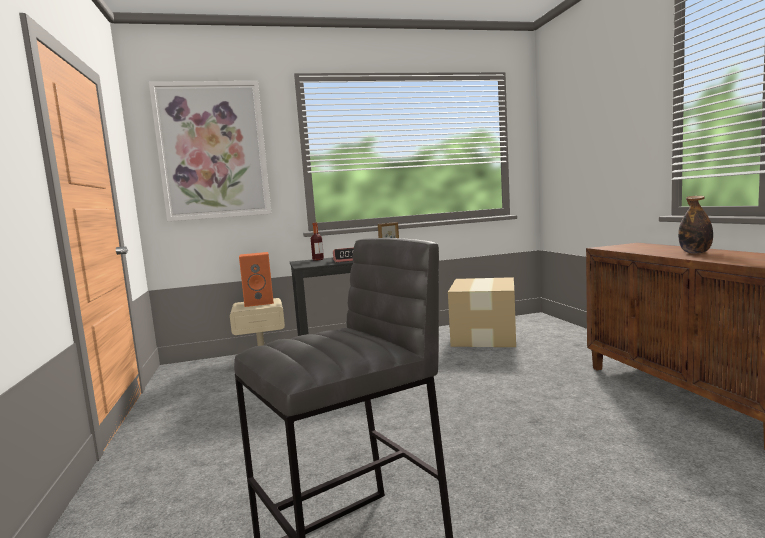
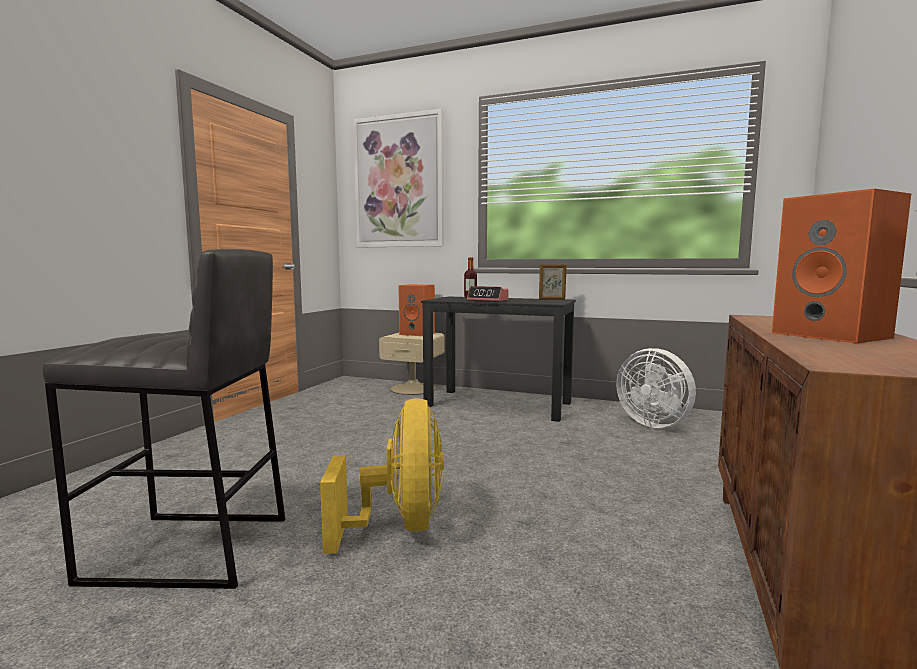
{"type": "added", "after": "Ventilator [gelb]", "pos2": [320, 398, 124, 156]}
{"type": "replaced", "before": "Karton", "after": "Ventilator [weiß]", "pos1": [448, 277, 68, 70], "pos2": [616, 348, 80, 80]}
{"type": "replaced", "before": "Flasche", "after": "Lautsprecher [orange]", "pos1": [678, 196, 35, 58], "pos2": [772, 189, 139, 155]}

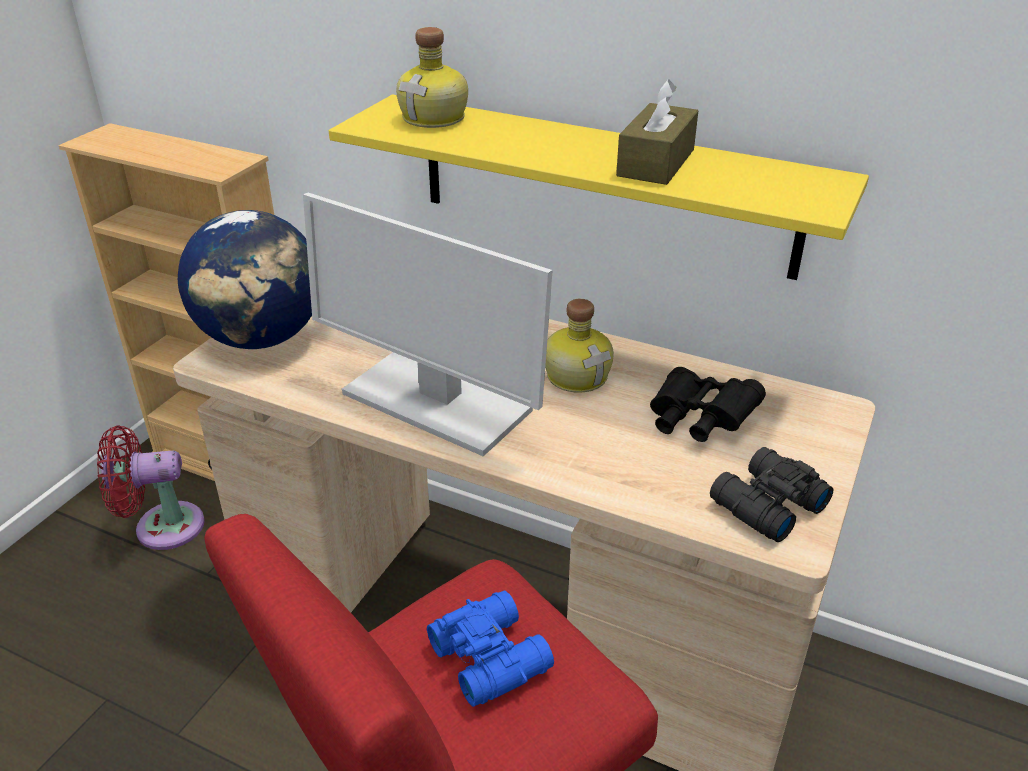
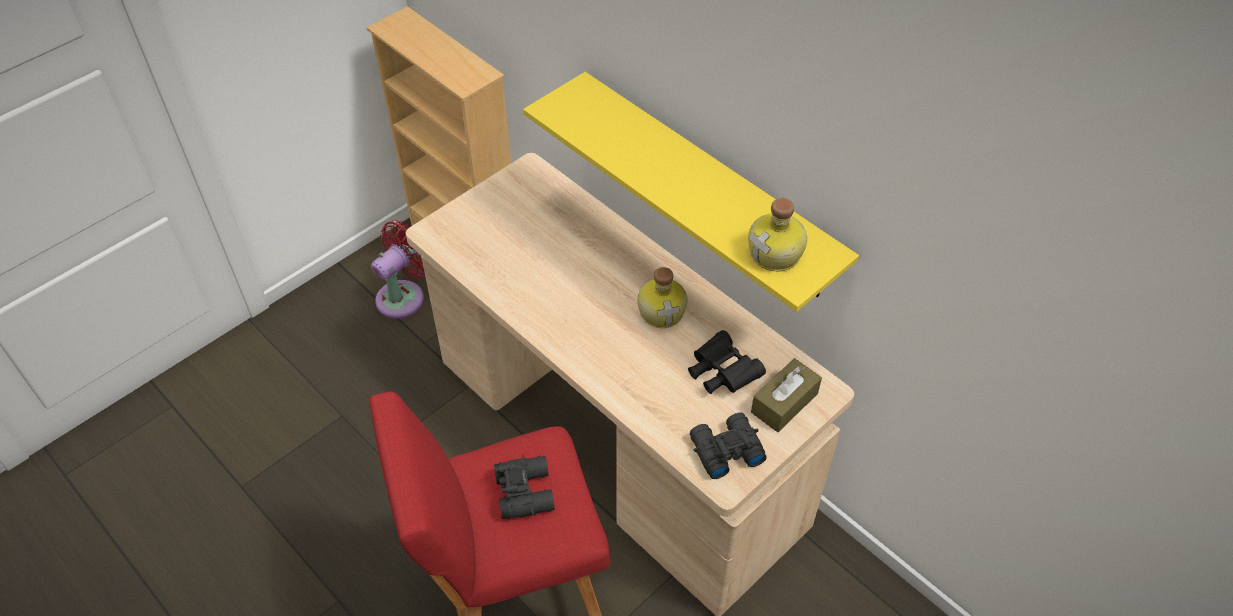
{"type": "removed", "before": "Globus", "pos1": [178, 210, 134, 139]}
{"type": "removed", "before": "Monitor", "pos1": [303, 193, 250, 263]}
{"type": "moved", "before": "Flasche", "pos1": [396, 27, 72, 101], "pos2": [748, 198, 59, 73]}
{"type": "moved", "before": "Taschentuchbox [braun]", "pos1": [616, 80, 82, 105], "pos2": [751, 358, 71, 74]}
{"type": "recoloured", "before": "Fernglas [blau]", "after": "Fernglas [schwarz]", "pos1": [427, 591, 127, 116], "pos2": [494, 455, 61, 64]}
{"type": "turned", "before": "Ventilator [rot]", "pos1": [97, 425, 108, 125], "pos2": [371, 220, 54, 99], "turn": 120}

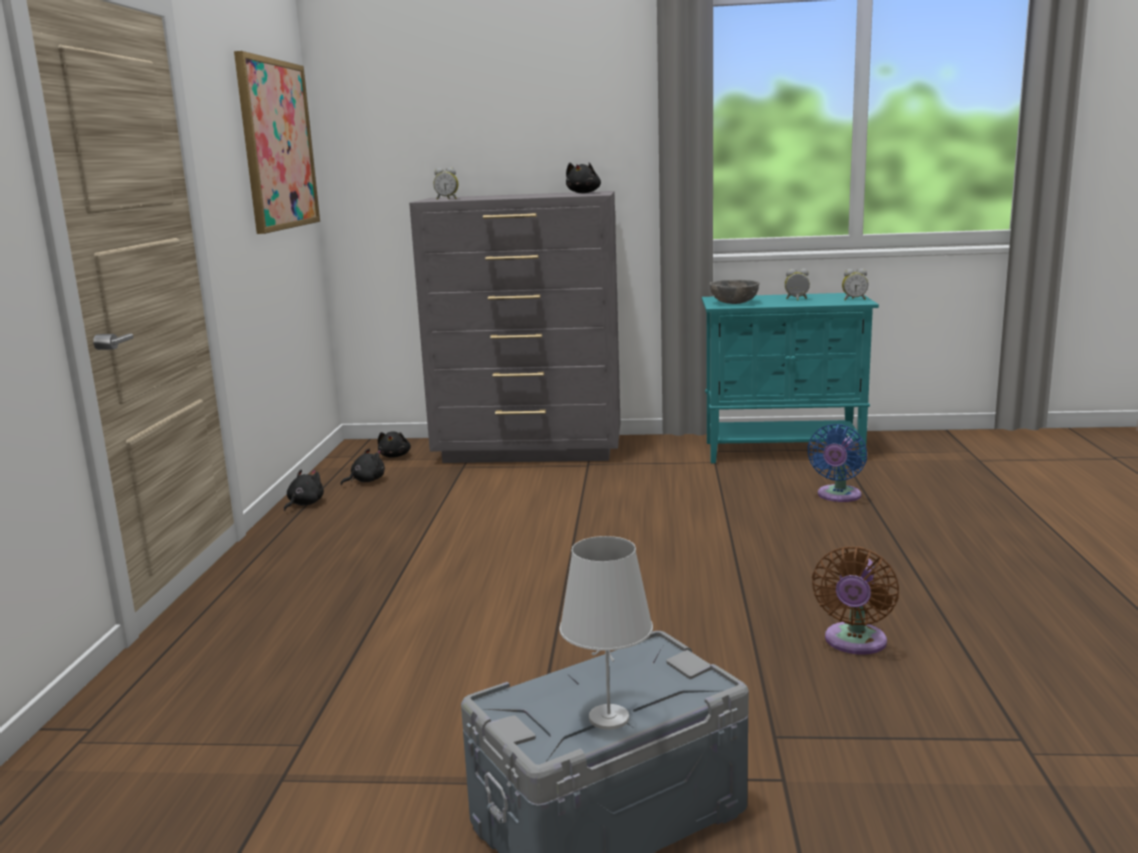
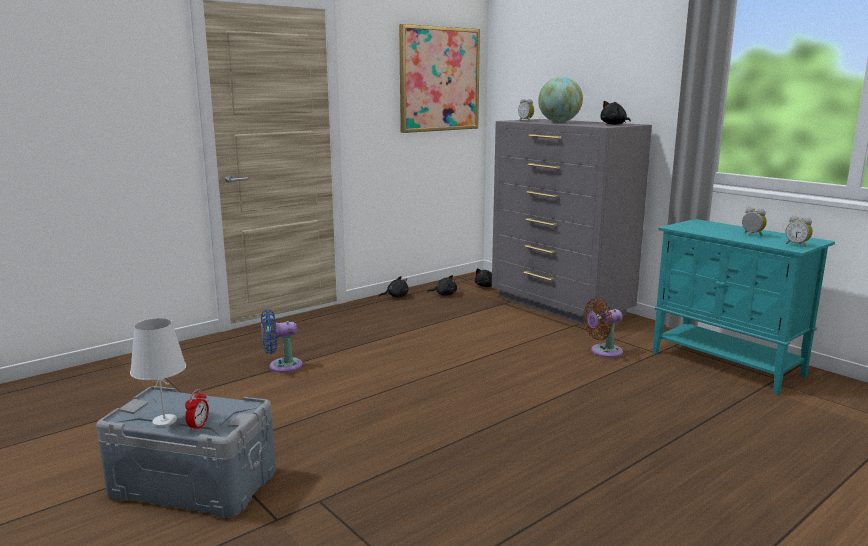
{"type": "removed", "before": "Schüssel [grau]", "pos1": [710, 280, 49, 24]}
{"type": "added", "after": "Wecker", "pos2": [185, 389, 24, 43]}
{"type": "added", "after": "Globus", "pos2": [538, 77, 45, 45]}
{"type": "moved", "before": "Ventilator [blau]", "pos1": [807, 424, 60, 78], "pos2": [261, 309, 42, 64]}
{"type": "moved", "before": "Ventilator [braun]", "pos1": [812, 546, 87, 109], "pos2": [583, 298, 40, 60]}

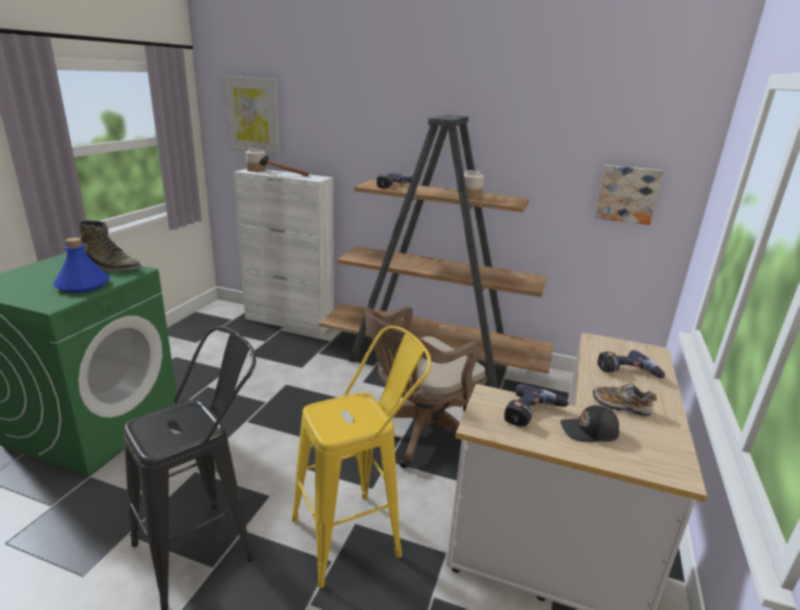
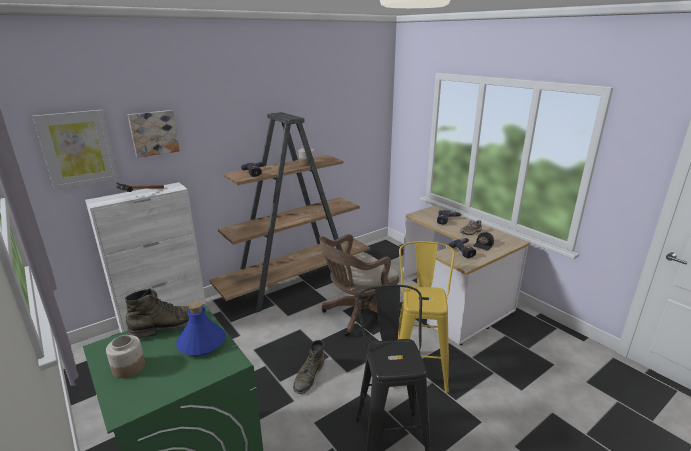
{"type": "added", "after": "Stiefel [grün]", "pos2": [293, 340, 31, 54]}
{"type": "moved", "before": "Vorratsglas", "pos1": [246, 148, 20, 24], "pos2": [106, 335, 39, 43]}
{"type": "moved", "before": "Bild", "pos1": [594, 165, 69, 60], "pos2": [128, 110, 52, 48]}
{"type": "turned", "before": "Bürostuhl [braun]", "pos1": [365, 306, 122, 162], "pos2": [319, 234, 80, 103], "turn": 60}

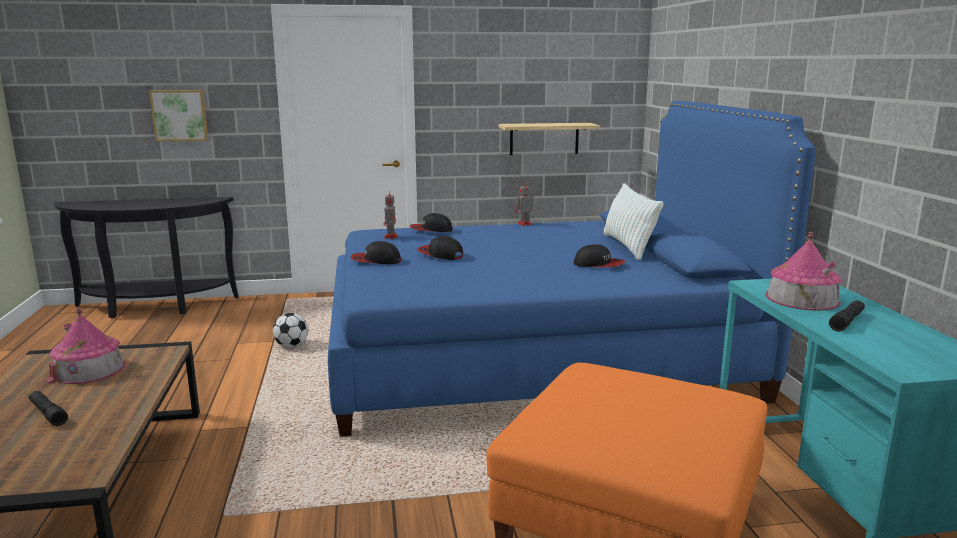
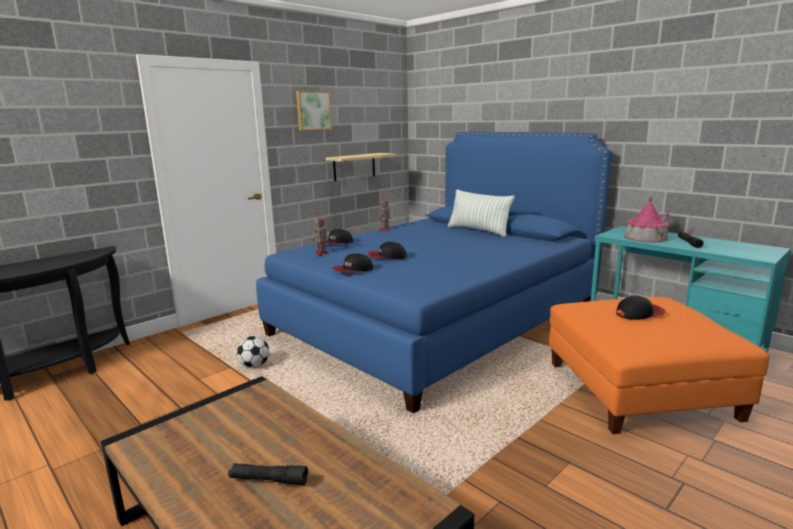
{"type": "removed", "before": "Spielzeughaus", "pos1": [45, 307, 80, 77]}
{"type": "moved", "before": "Bild", "pos1": [149, 90, 59, 51], "pos2": [296, 91, 36, 39]}
{"type": "moved", "before": "Kappe", "pos1": [574, 244, 51, 23], "pos2": [616, 296, 49, 24]}

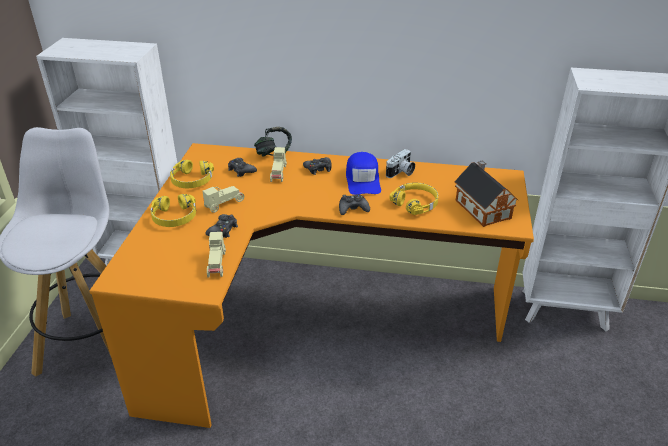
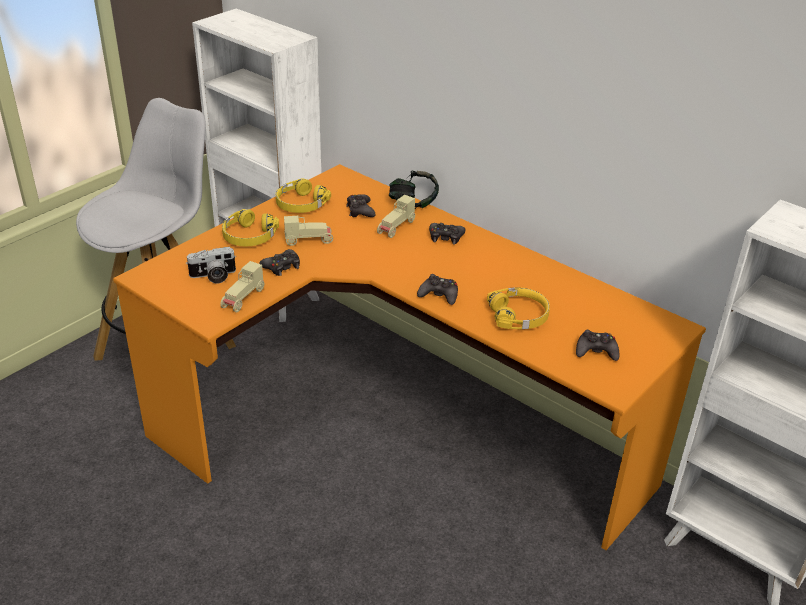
{"type": "removed", "before": "Kappe [blau]", "pos1": [346, 152, 35, 43]}
{"type": "moved", "before": "Kamera", "pos1": [386, 149, 29, 29], "pos2": [186, 247, 50, 36]}
{"type": "replaced", "before": "Spielzeughaus", "after": "Gamepad [schwarz]", "pos1": [455, 160, 64, 67], "pos2": [576, 330, 44, 31]}

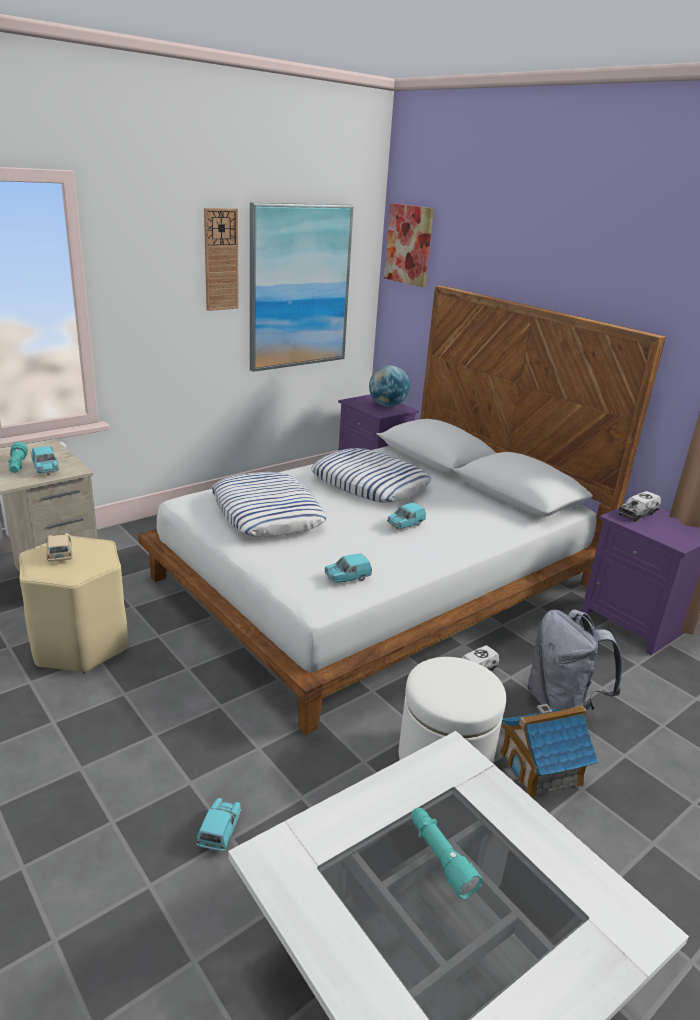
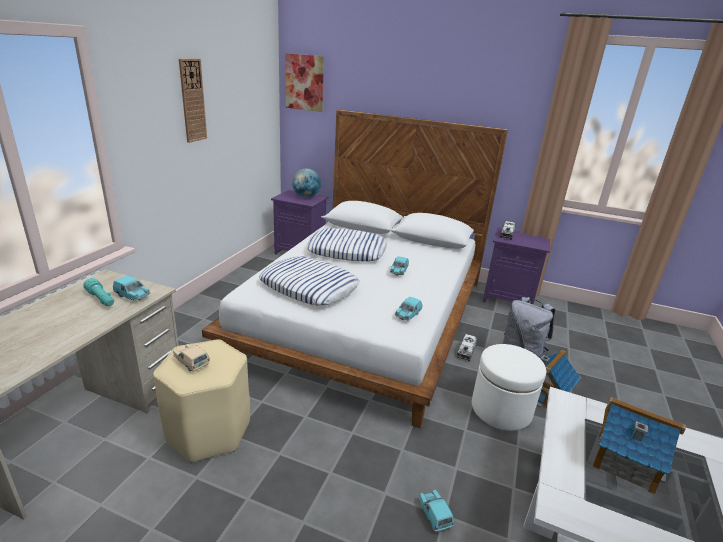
{"type": "removed", "before": "Bild", "pos1": [250, 203, 104, 169]}
{"type": "replaced", "before": "Taschenlampe [türkis]", "after": "Spielzeughaus", "pos1": [411, 808, 72, 91], "pos2": [593, 397, 93, 98]}

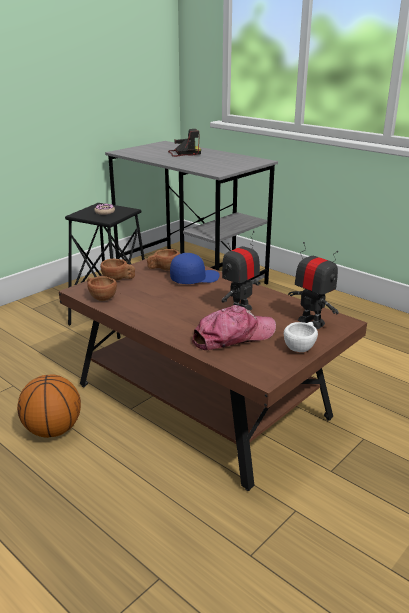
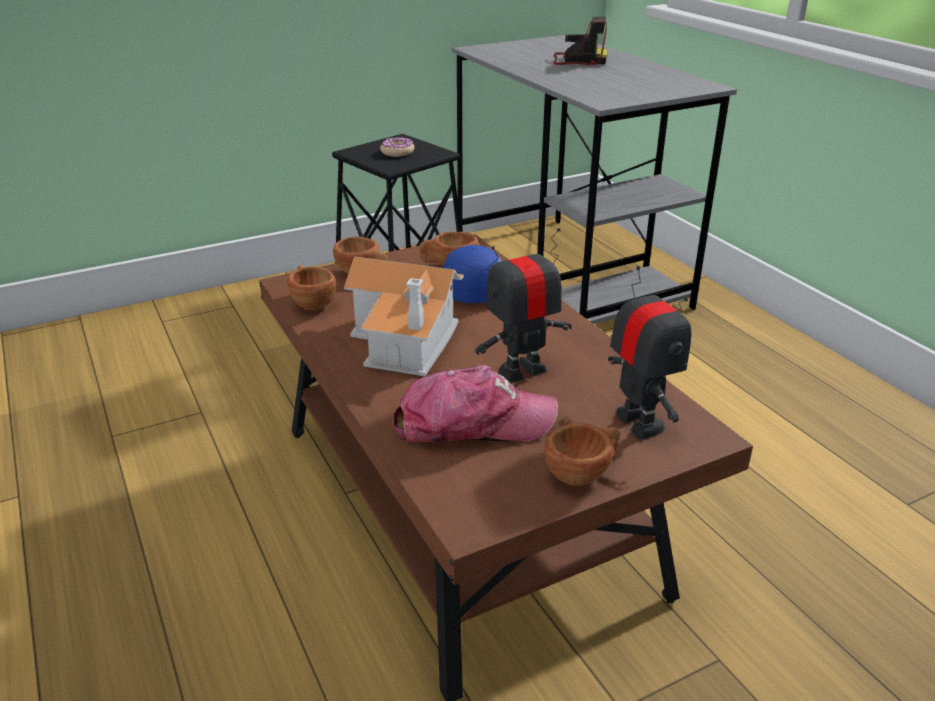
{"type": "removed", "before": "Basketball", "pos1": [17, 374, 64, 64]}
{"type": "added", "after": "Spielzeughaus", "pos2": [344, 256, 120, 120]}
{"type": "recoloured", "before": "Tasse [weiß]", "after": "Tasse [braun]", "pos1": [284, 322, 34, 30], "pos2": [544, 423, 75, 63]}

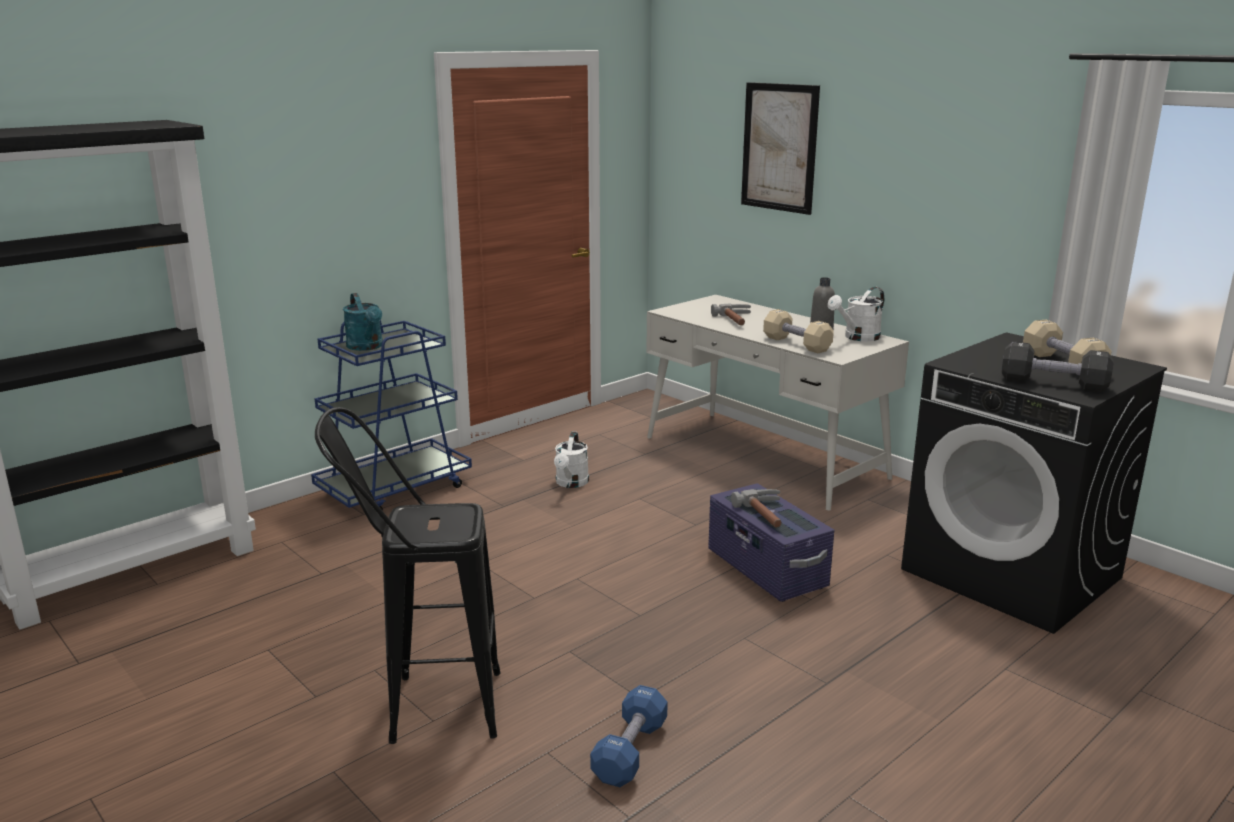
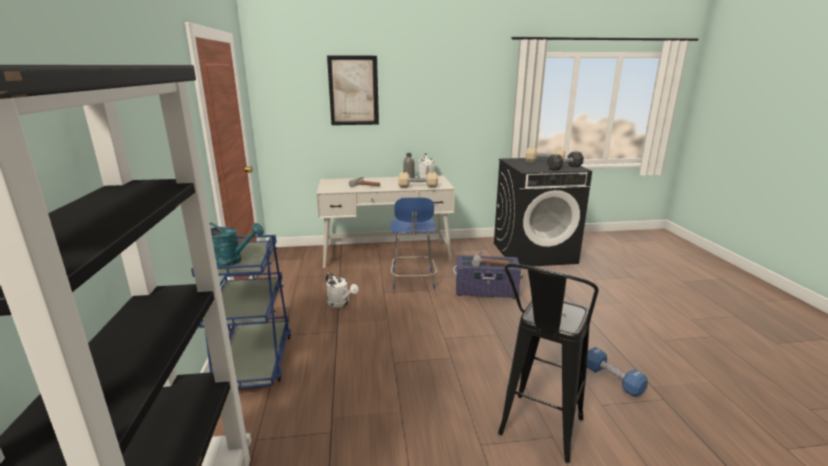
{"type": "added", "after": "Stuhl [blau]", "pos2": [391, 197, 46, 93]}

